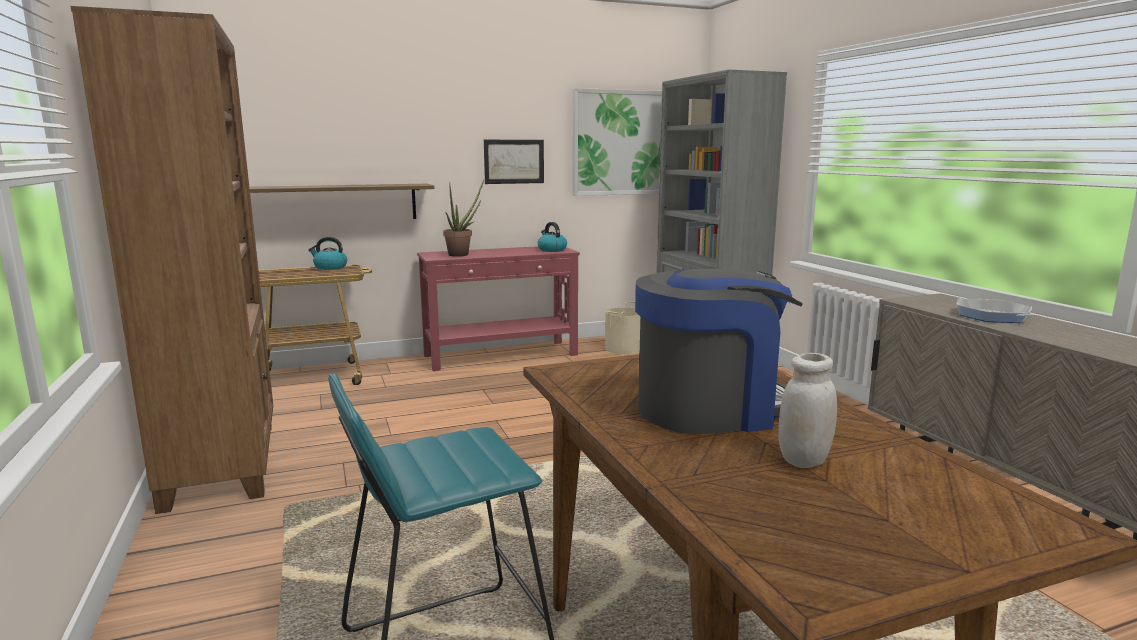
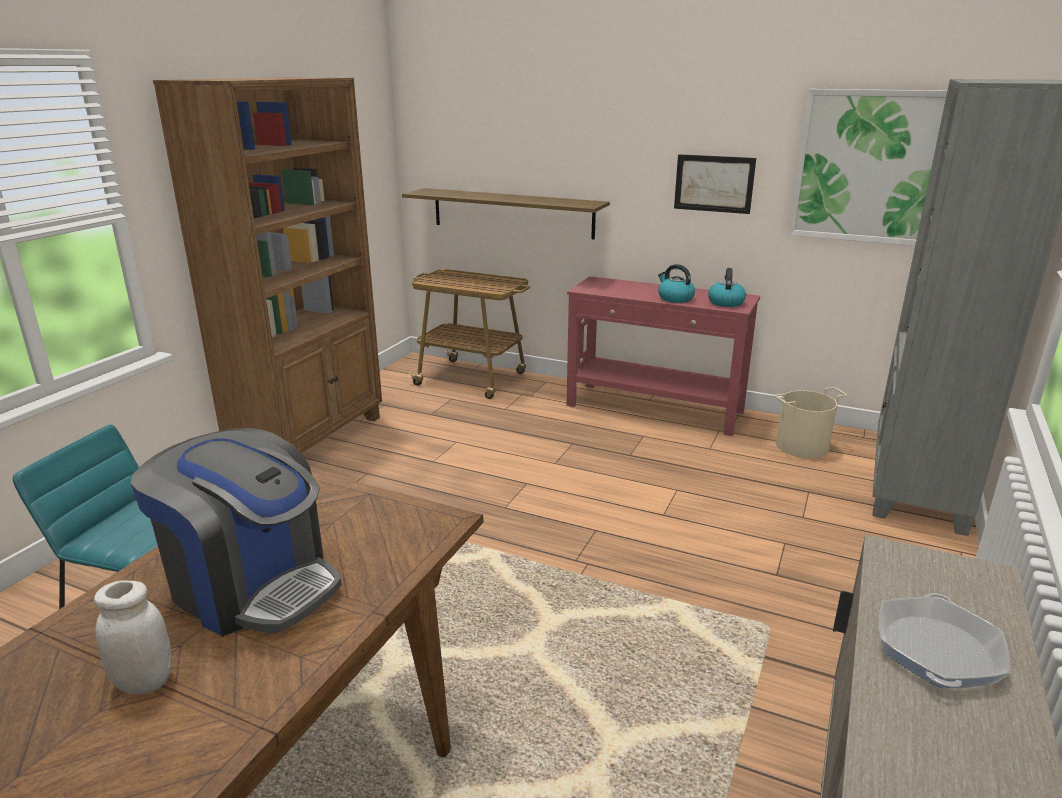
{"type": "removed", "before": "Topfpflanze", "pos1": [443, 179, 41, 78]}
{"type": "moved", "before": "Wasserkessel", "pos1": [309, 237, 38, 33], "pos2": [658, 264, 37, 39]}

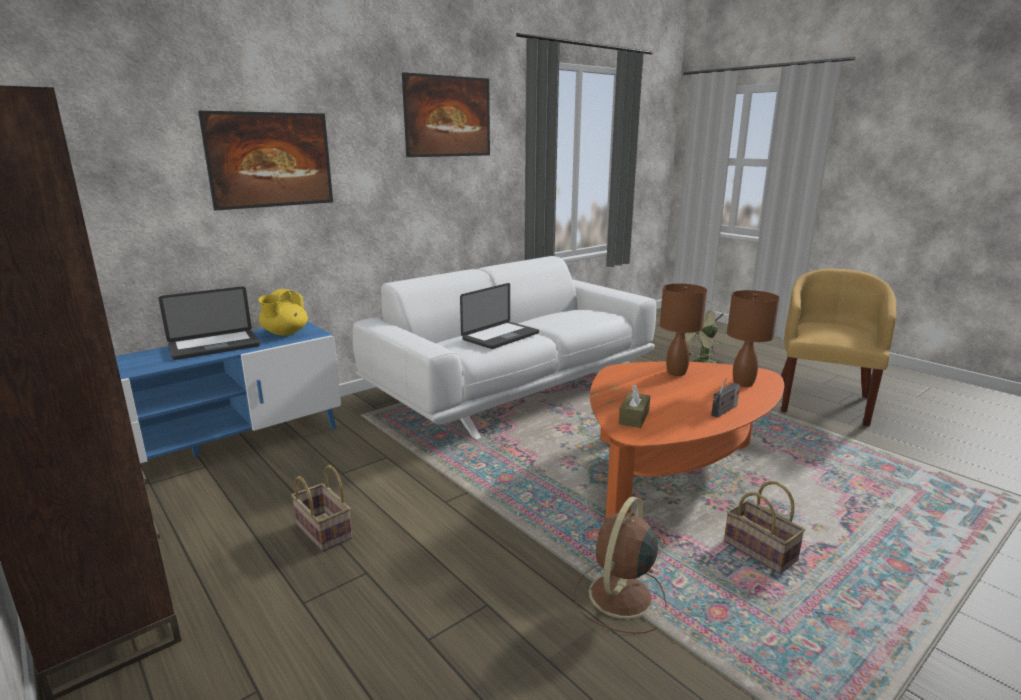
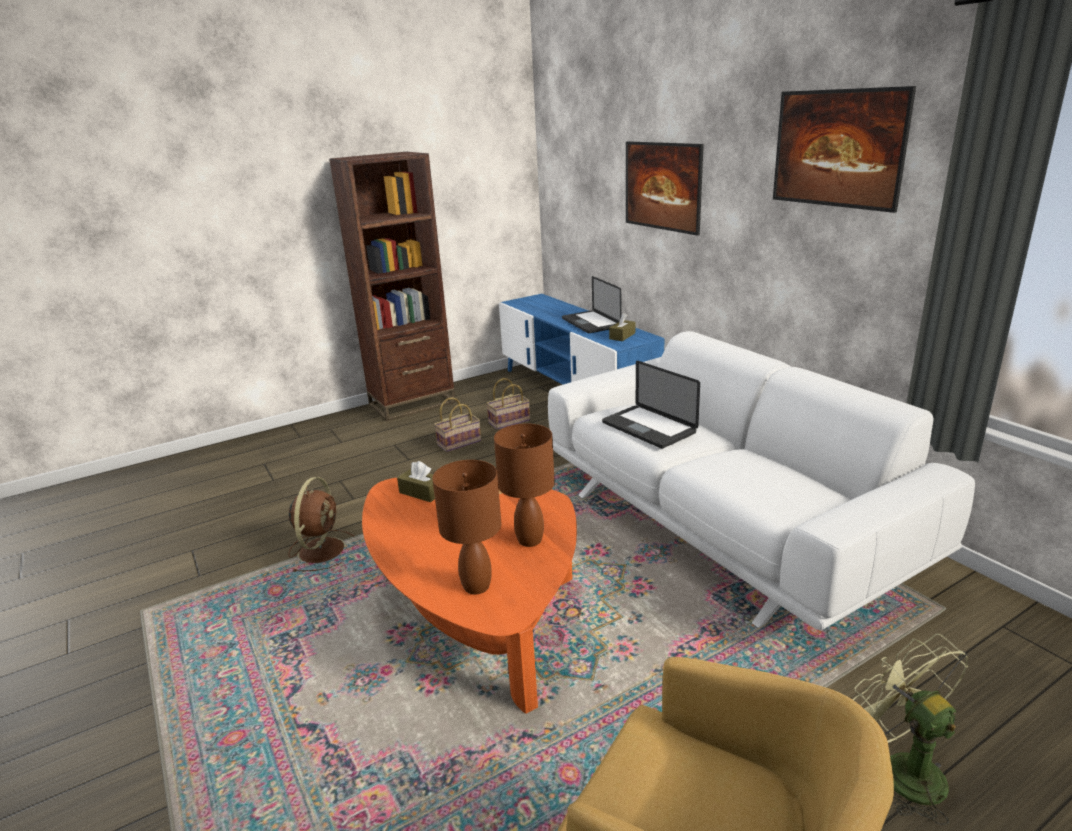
{"type": "removed", "before": "Radio", "pos1": [711, 378, 29, 40]}
{"type": "moved", "before": "Korb", "pos1": [724, 481, 81, 92], "pos2": [486, 378, 44, 52]}
{"type": "replaced", "before": "Teekanne [gelb]", "after": "Taschentuchbox [braun]", "pos1": [258, 289, 50, 46], "pos2": [609, 313, 26, 28]}
{"type": "turned", "before": "Ventilator [braun]", "pos1": [574, 496, 93, 138], "pos2": [288, 477, 66, 95], "turn": 60}

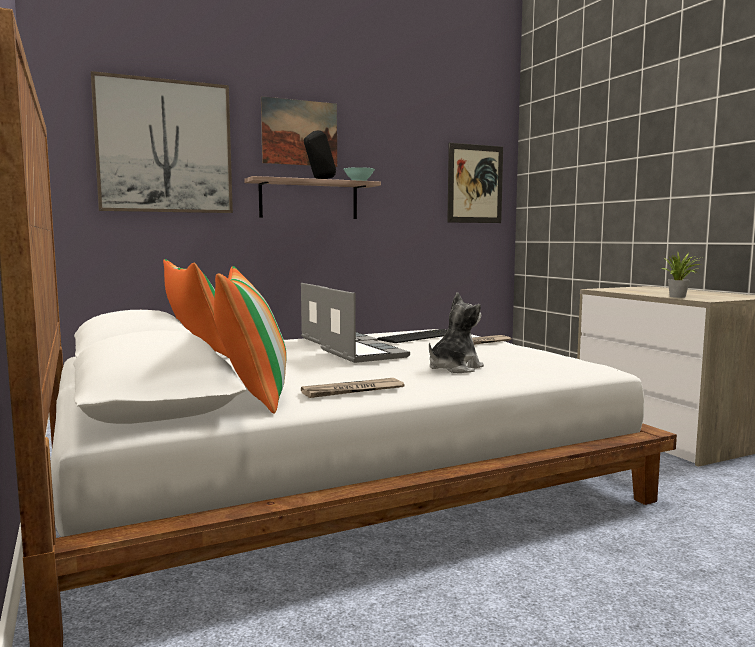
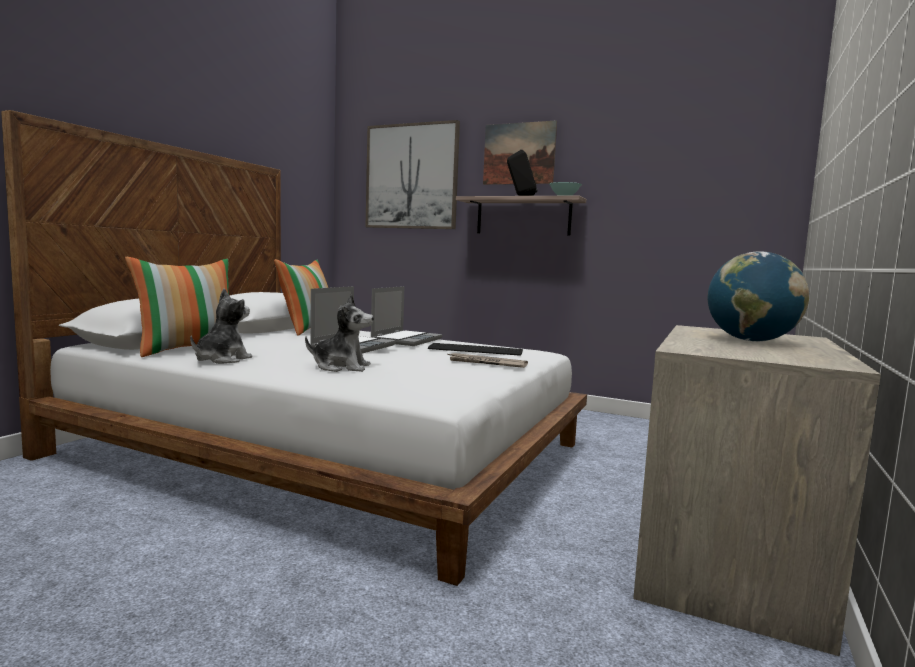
{"type": "removed", "before": "Bild", "pos1": [447, 143, 56, 80]}
{"type": "removed", "before": "Topfpflanze", "pos1": [662, 253, 42, 45]}
{"type": "added", "after": "Globus", "pos2": [708, 251, 101, 91]}
{"type": "replaced", "before": "Zeitung", "after": "Plüschtier", "pos1": [301, 378, 103, 20], "pos2": [190, 289, 62, 75]}

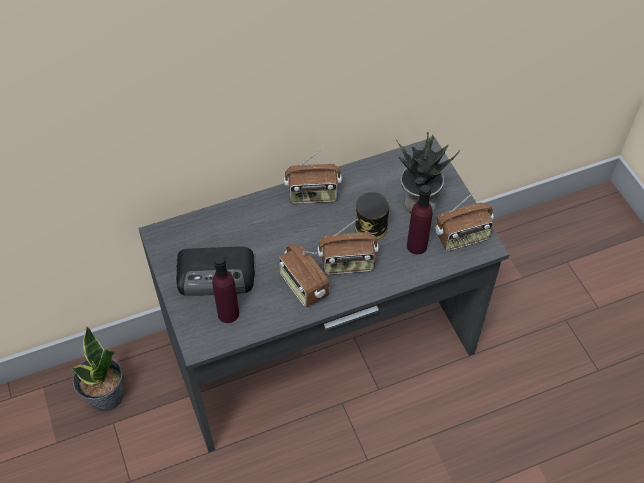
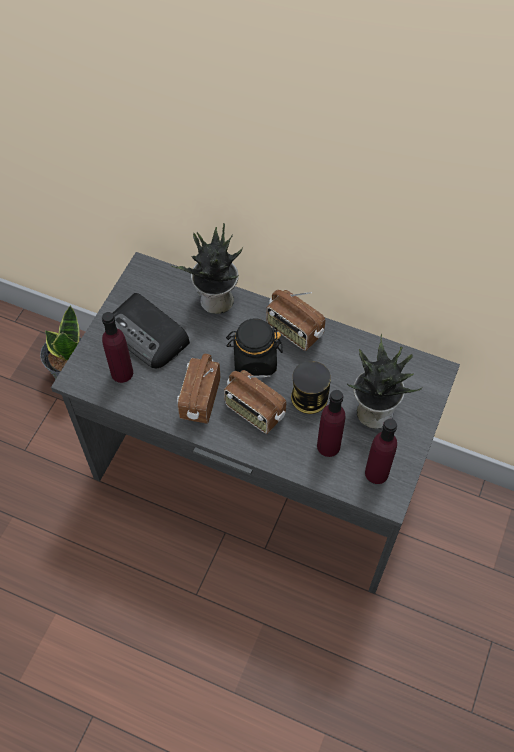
{"type": "added", "after": "Topfpflanze", "pos2": [172, 223, 72, 91]}
{"type": "added", "after": "Vorratsglas [schwarz]", "pos2": [226, 318, 57, 58]}
{"type": "replaced", "before": "Radio", "after": "Flasche [lila]", "pos1": [435, 191, 59, 60], "pos2": [365, 419, 32, 65]}

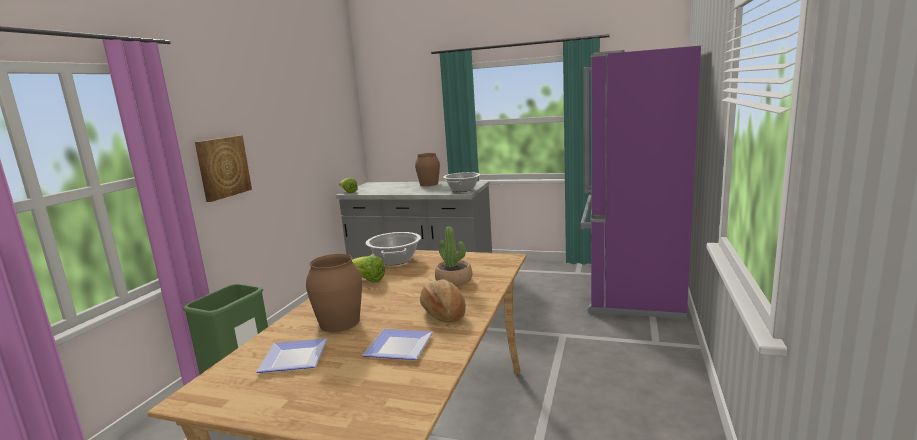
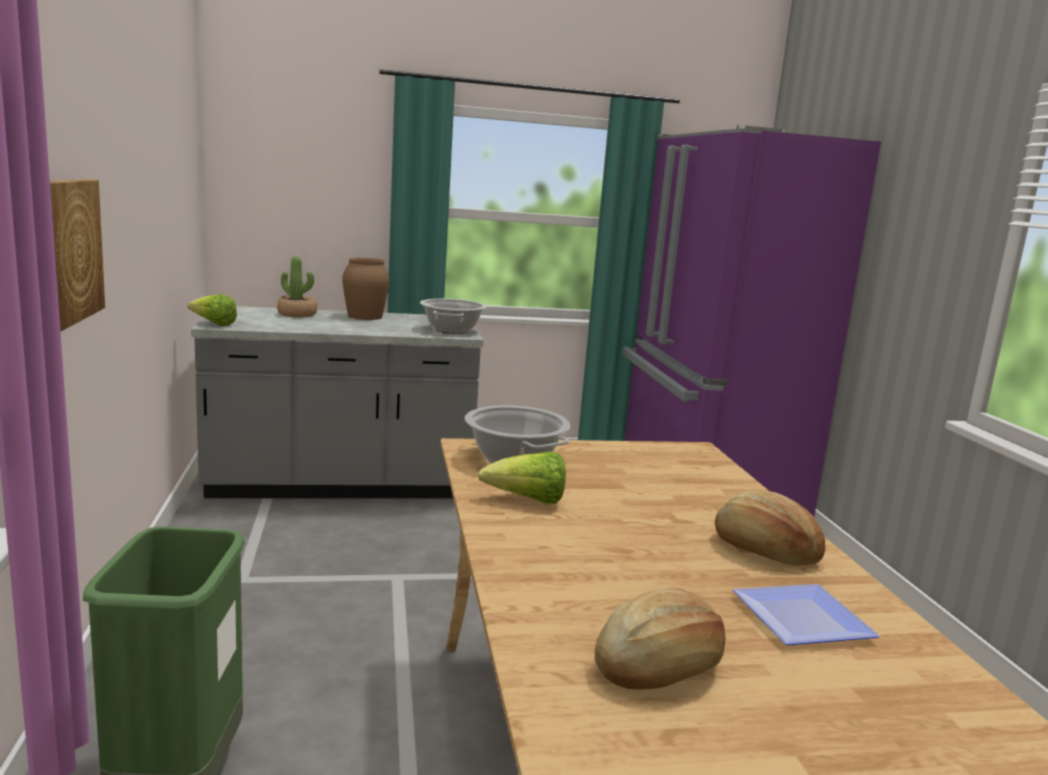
{"type": "removed", "before": "Vase [braun]", "pos1": [306, 254, 56, 78]}
{"type": "moved", "before": "Topfpflanze", "pos1": [435, 226, 37, 60], "pos2": [277, 256, 40, 61]}
{"type": "replaced", "before": "Teller", "after": "Brot", "pos1": [256, 338, 71, 35], "pos2": [595, 588, 131, 102]}

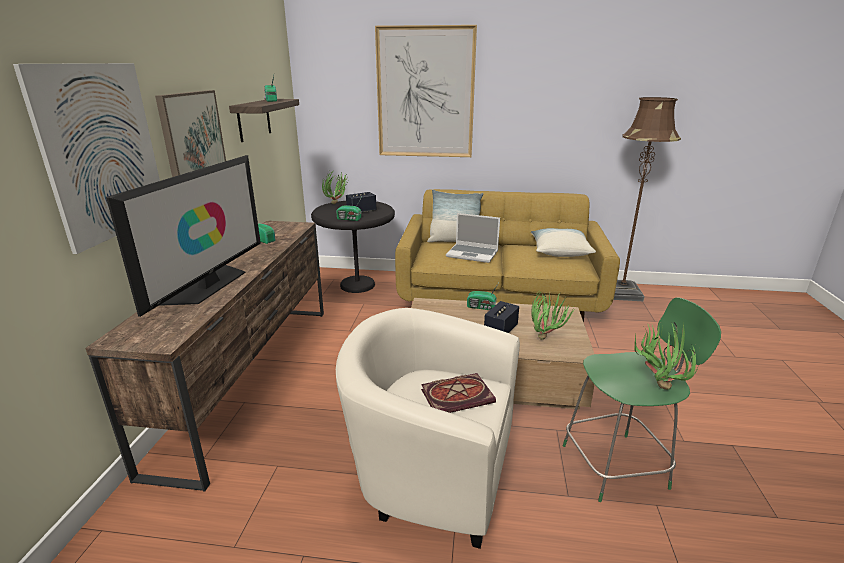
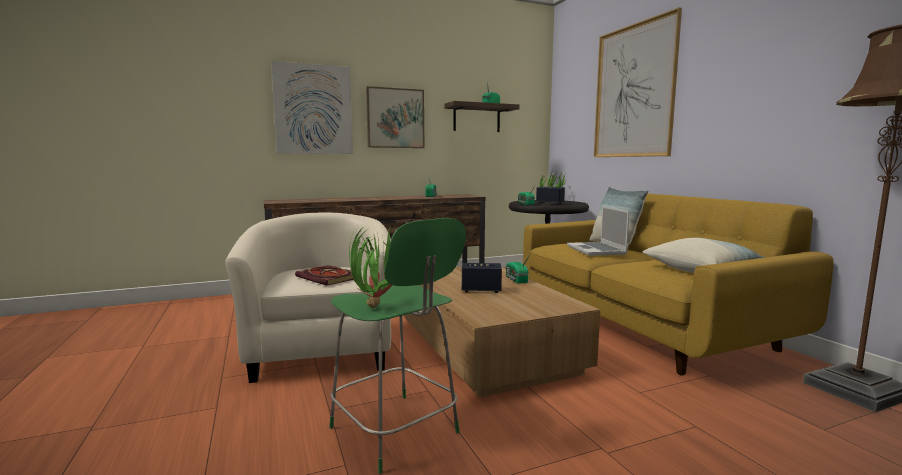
{"type": "removed", "before": "Fernseher", "pos1": [106, 155, 155, 162]}
{"type": "removed", "before": "Topfpflanze", "pos1": [532, 291, 43, 49]}

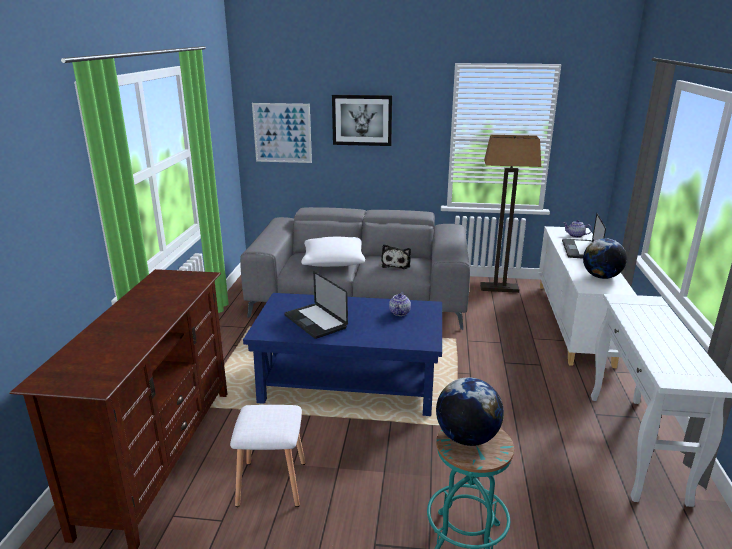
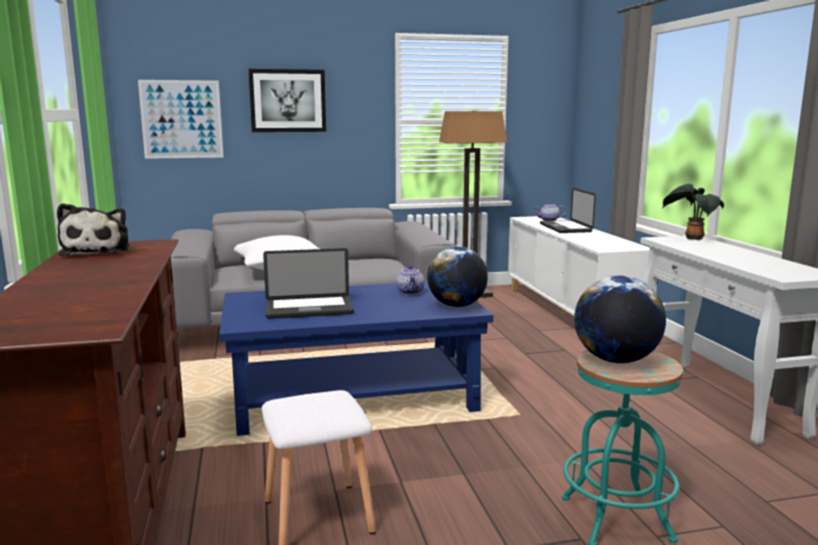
{"type": "added", "after": "Topfpflanze", "pos2": [663, 184, 61, 56]}
{"type": "moved", "before": "Plüschtier", "pos1": [381, 244, 30, 25], "pos2": [57, 203, 73, 53]}
{"type": "moved", "before": "Globus", "pos1": [583, 238, 44, 41], "pos2": [427, 247, 61, 60]}
{"type": "turned", "before": "Laptop", "pos1": [284, 271, 64, 68], "pos2": [263, 248, 91, 71], "turn": -45}

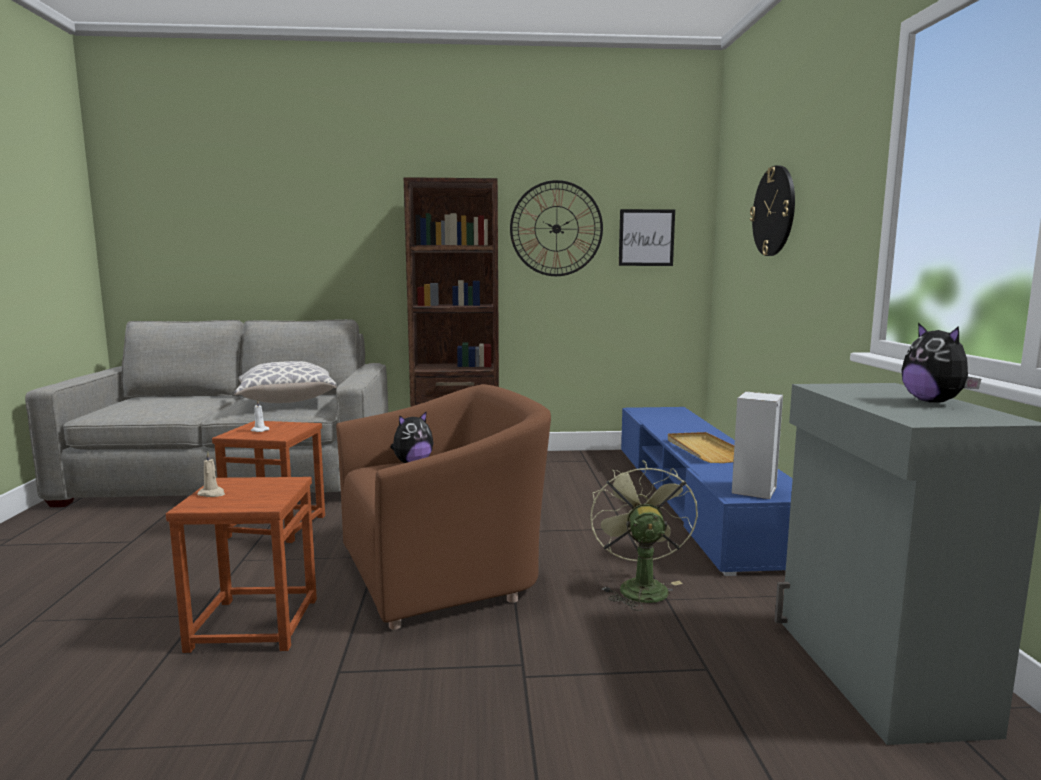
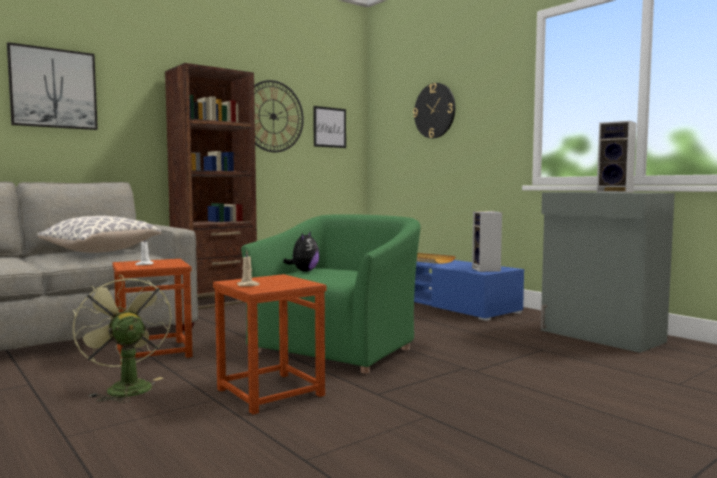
{"type": "added", "after": "Bild", "pos2": [7, 42, 91, 88]}
{"type": "moved", "before": "Ventilator [grün]", "pos1": [590, 460, 108, 151], "pos2": [73, 275, 99, 128]}
{"type": "replaced", "before": "Plüschtier", "after": "Lautsprecher", "pos1": [901, 323, 80, 80], "pos2": [597, 121, 40, 71]}
{"type": "recoloured", "before": "Sessel [braun]", "after": "Sessel [grün]", "pos1": [336, 384, 215, 246], "pos2": [241, 214, 180, 160]}

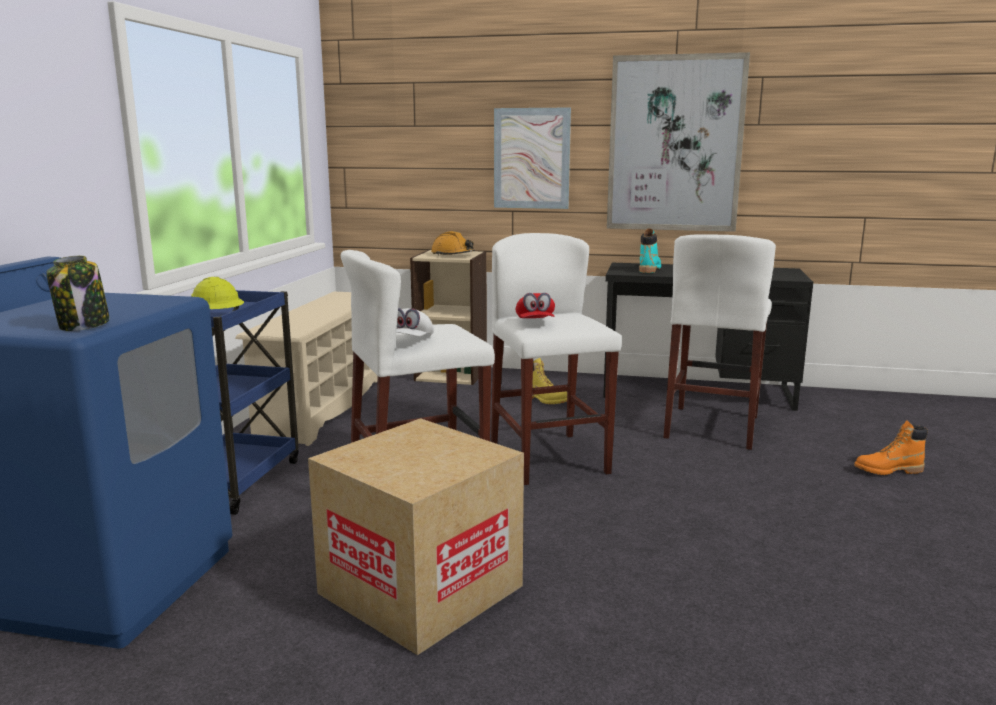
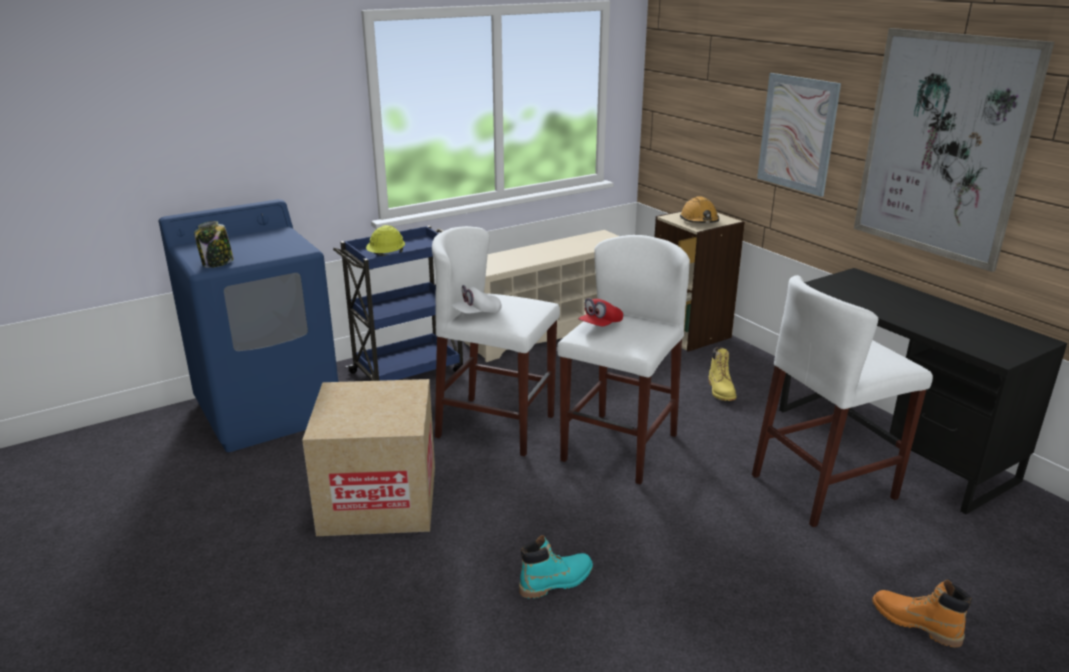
{"type": "moved", "before": "Stiefel [türkis]", "pos1": [639, 228, 22, 45], "pos2": [519, 535, 74, 64]}

